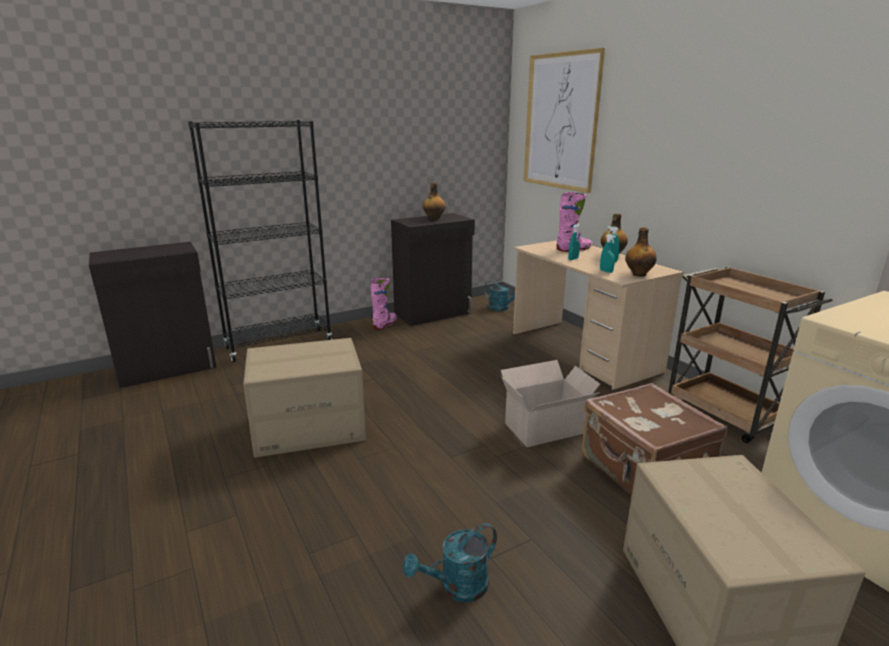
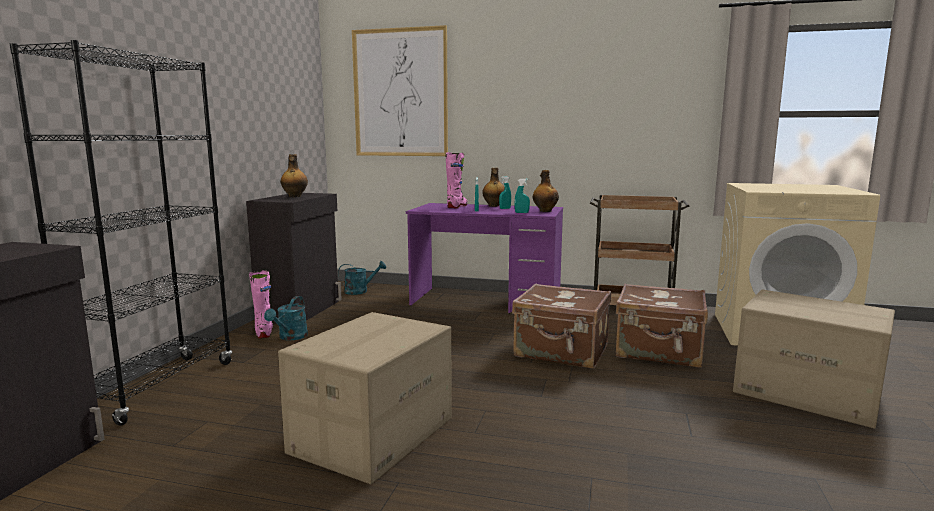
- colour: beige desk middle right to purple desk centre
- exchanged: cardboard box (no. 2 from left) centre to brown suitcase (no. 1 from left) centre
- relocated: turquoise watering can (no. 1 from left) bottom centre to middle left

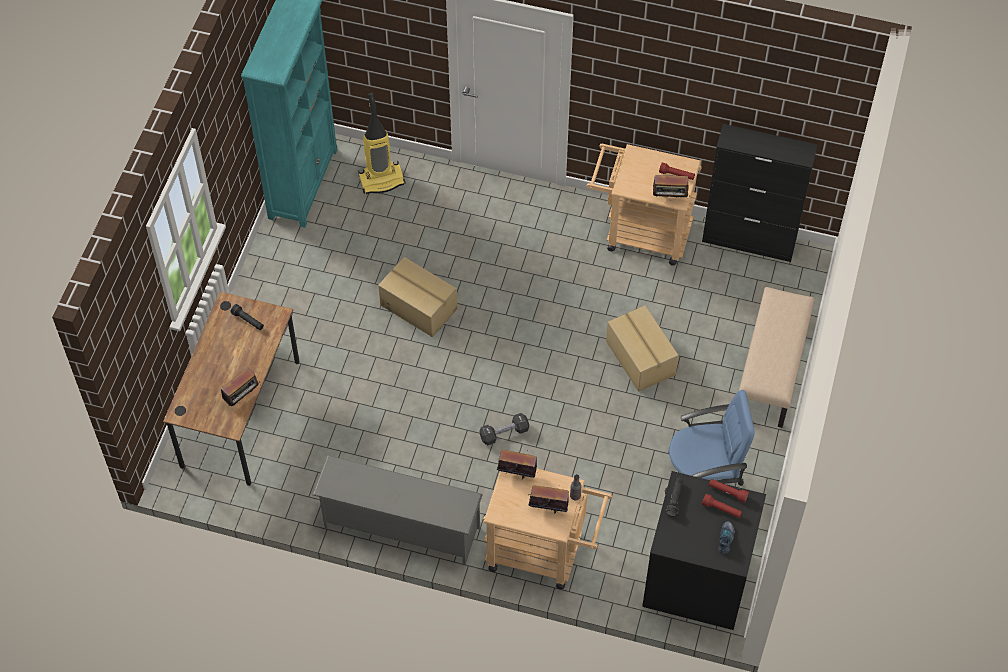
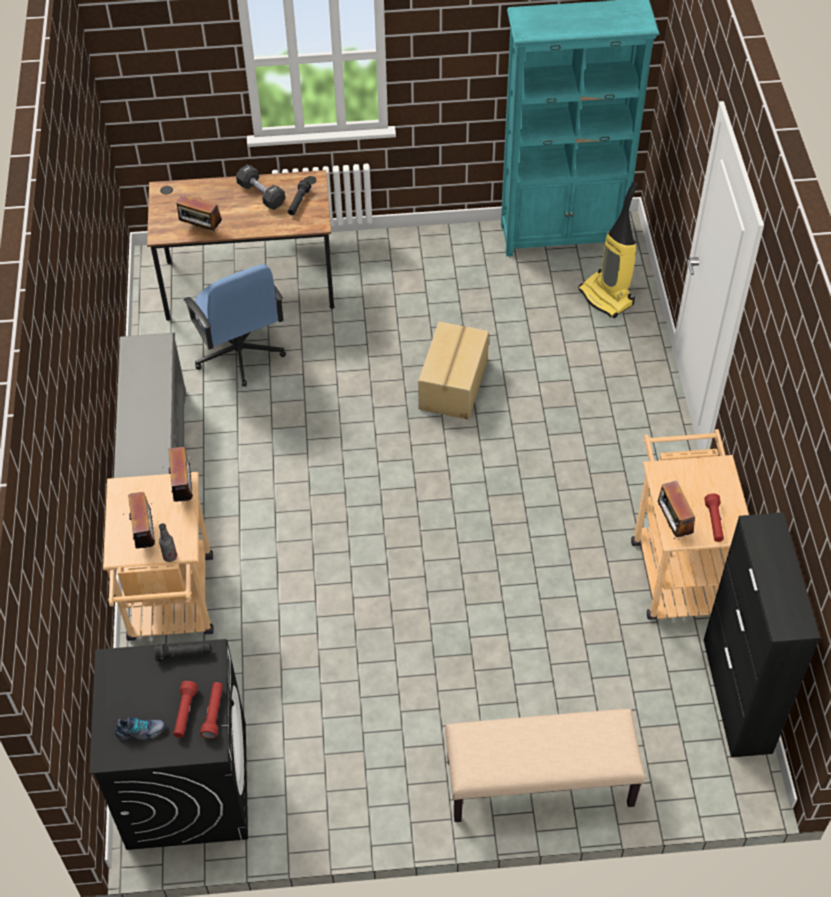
- missing: cardboard box (no. 2 from left) centre
- relocated: blue office chair middle right to middle left
- relocated: black dumbbell centre to top left

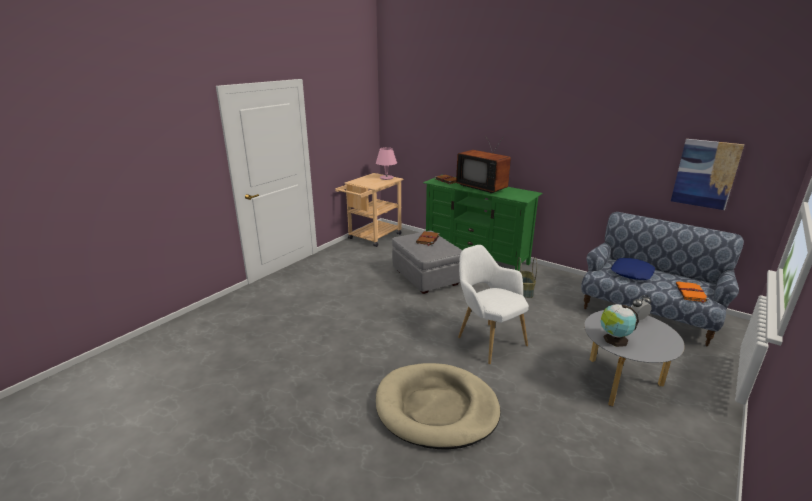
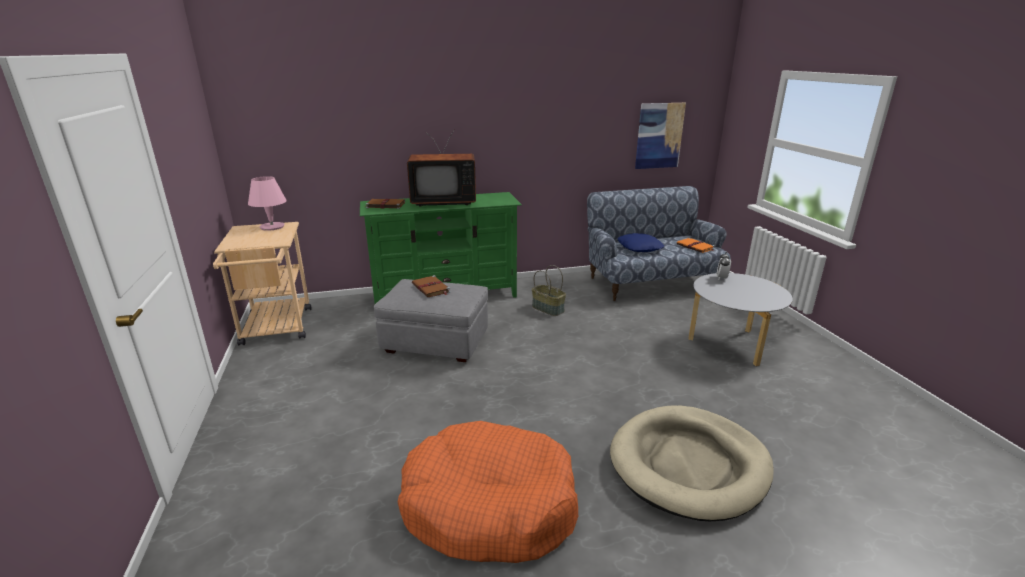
- missing: white armchair centre
- missing: globe middle right
- appeared: orange dog bed bottom centre

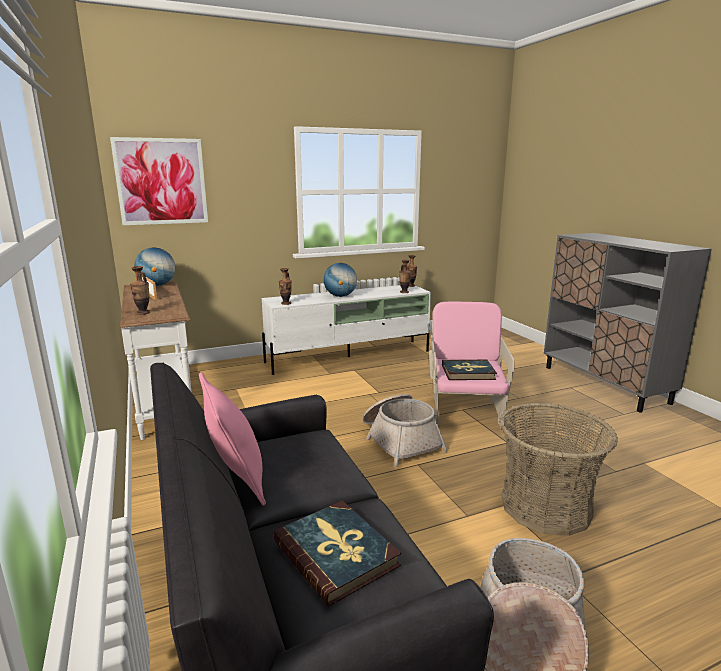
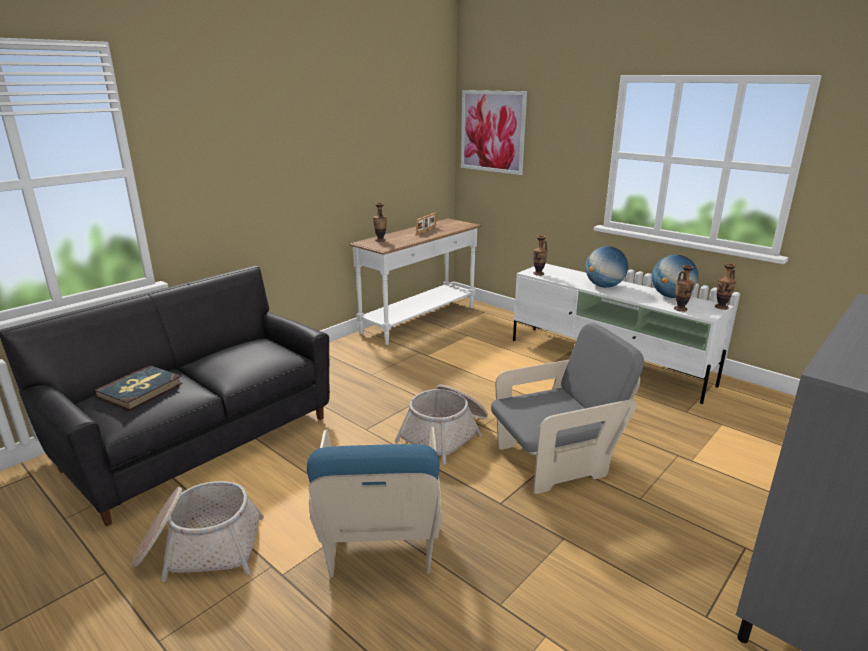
- relocated: globe (no. 1 from left in the first image) middle left to globe (no. 2 from left) middle right
- colour: pink armchair centre to grey armchair centre
- missing: book (no. 2 from left) centre
- missing: pink pillow middle left
- exchanged: basket (no. 3 from left) bottom right to blue armchair bottom centre

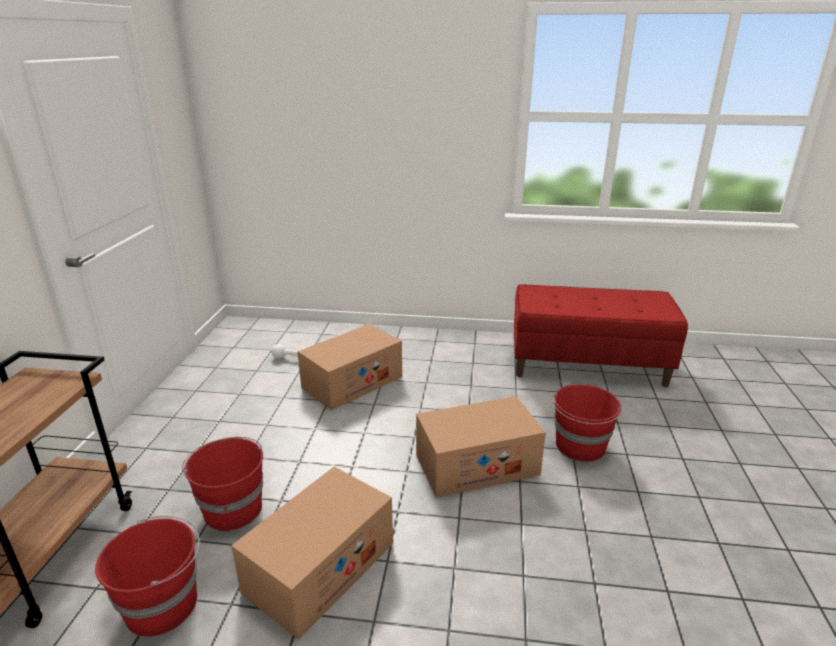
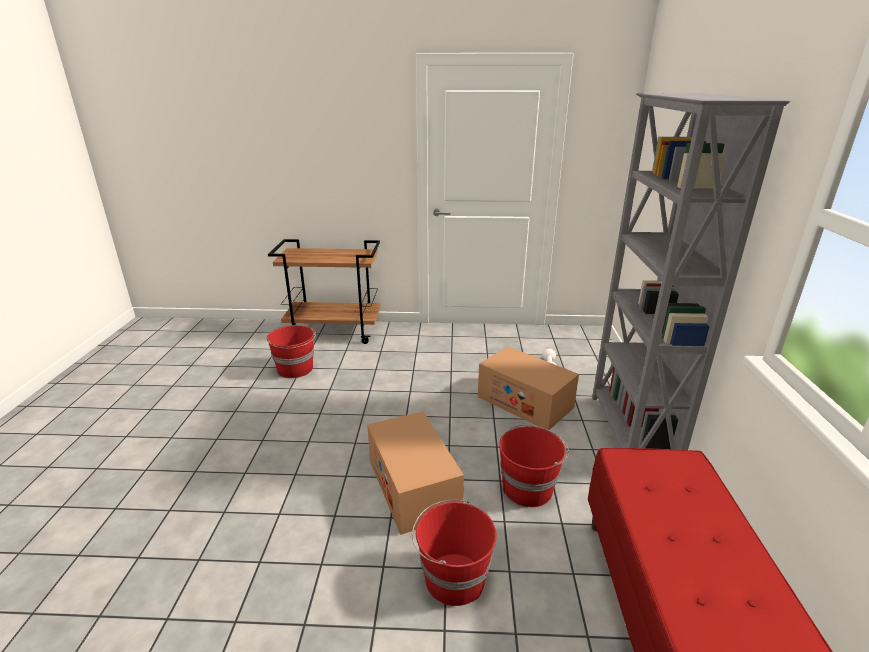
- relocated: red bucket (no. 2 from left in the first image) bottom left to red bucket (no. 3 from left) bottom centre
- missing: cardboard box (no. 1 from left) bottom centre
- appeared: grey bookcase middle right

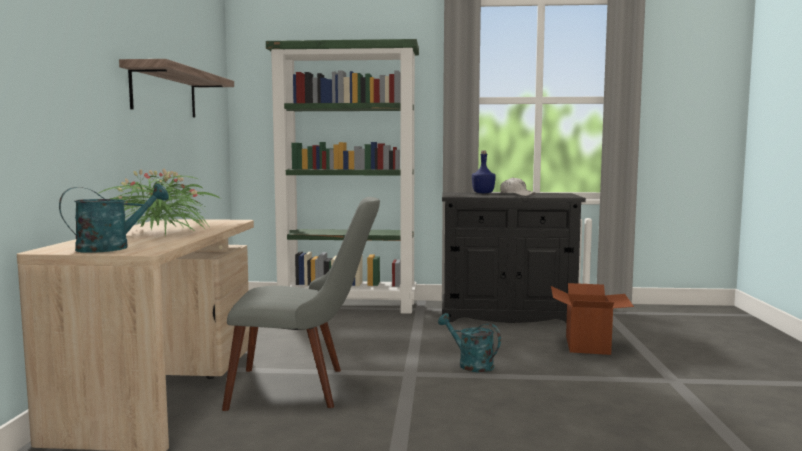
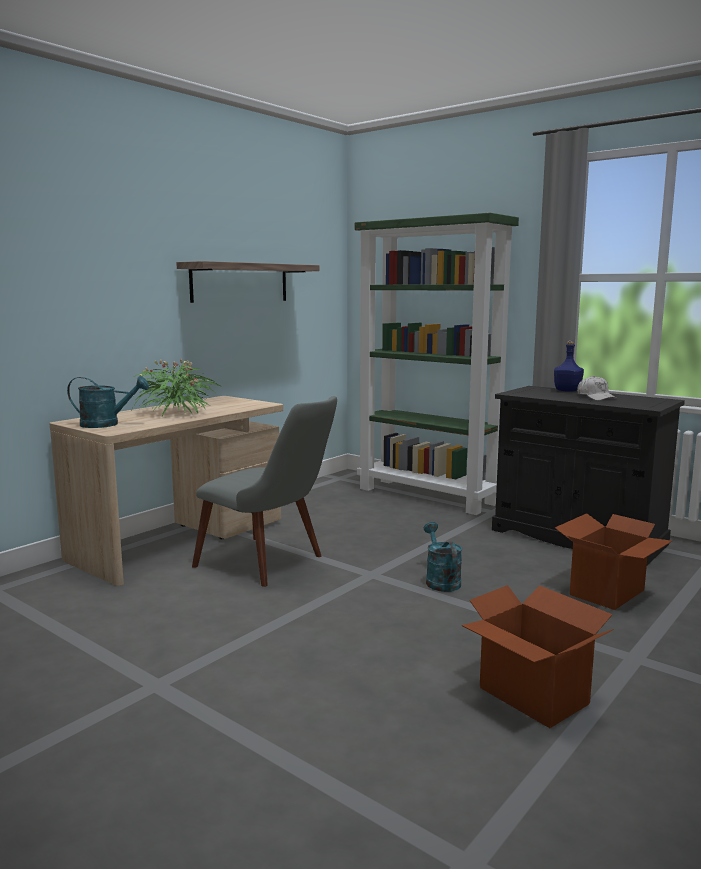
- appeared: cardboard box (no. 1 from left) bottom right

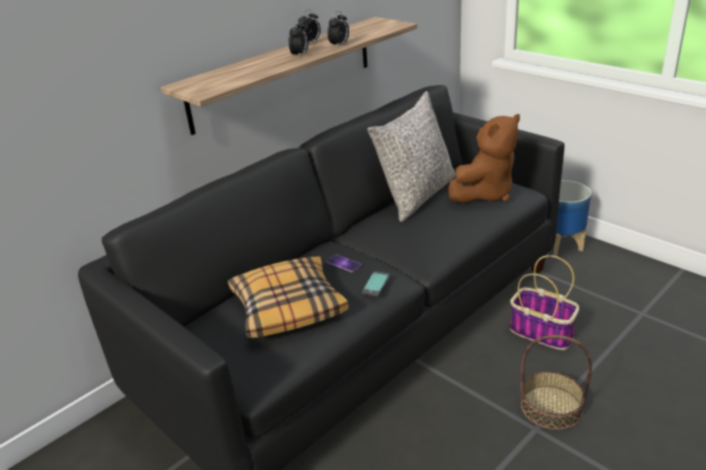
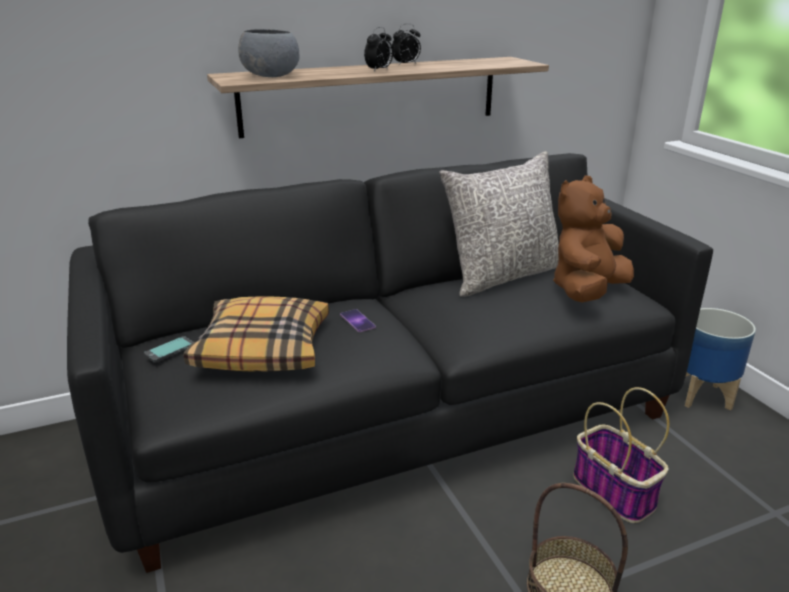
- missing: alarm clock (no. 3 from left) top centre
- spun: brown plush toy middle right = middle right 150 degrees clockwise
- relocated: phone (no. 2 from left in the first image) centre to phone (no. 1 from left) middle left
- appeared: grey bowl top centre

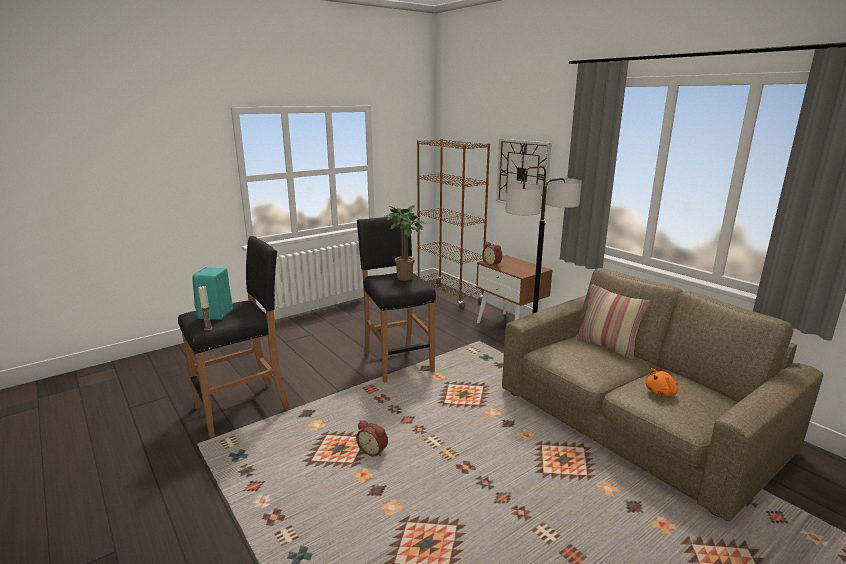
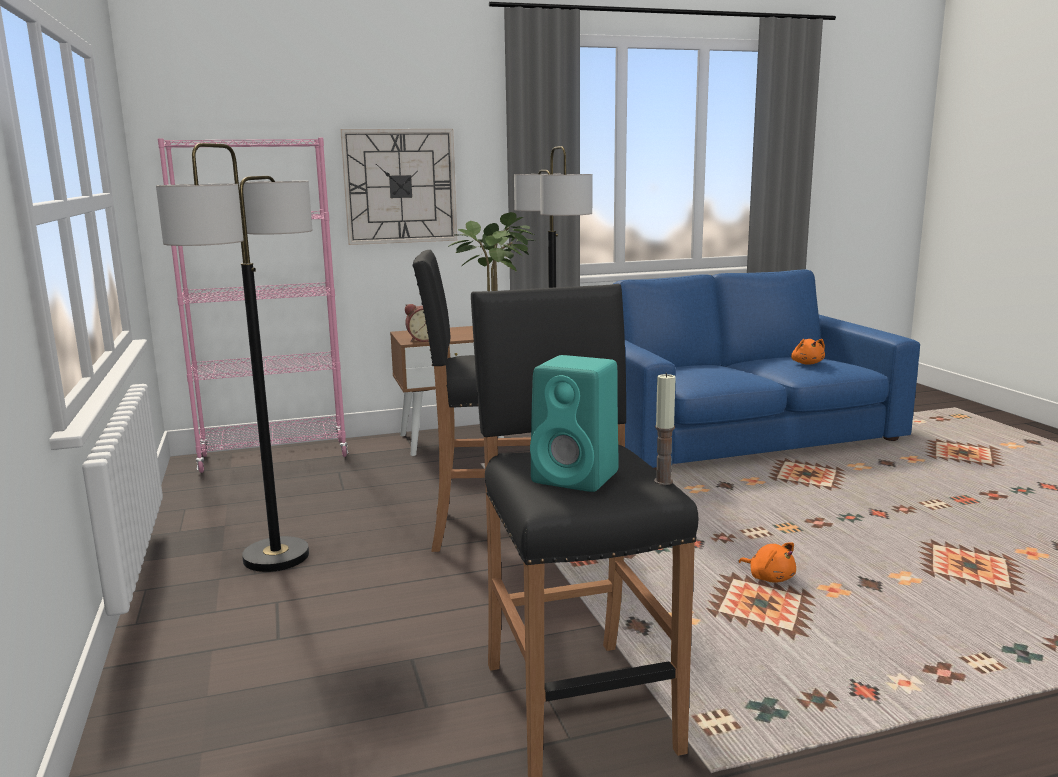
- colour: brown bookcase centre to pink bookcase middle left
- colour: brown sofa bottom right to blue sofa middle right
- missing: pillow middle right
- exchanged: alarm clock (no. 1 from left) bottom centre to orange plush toy (no. 1 from left) bottom right
- appeared: floor lamp (no. 1 from left) middle left

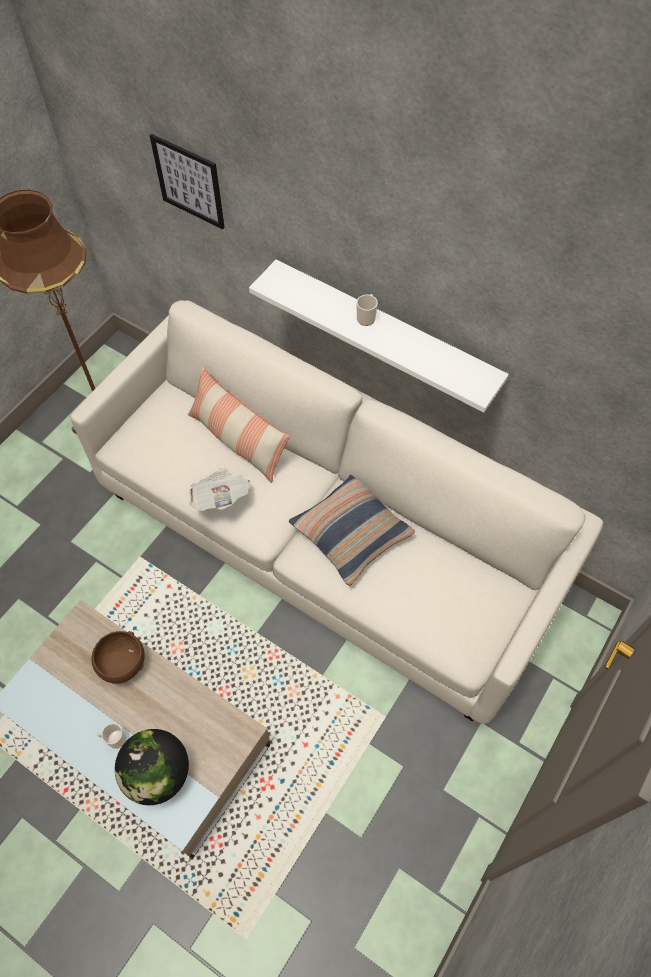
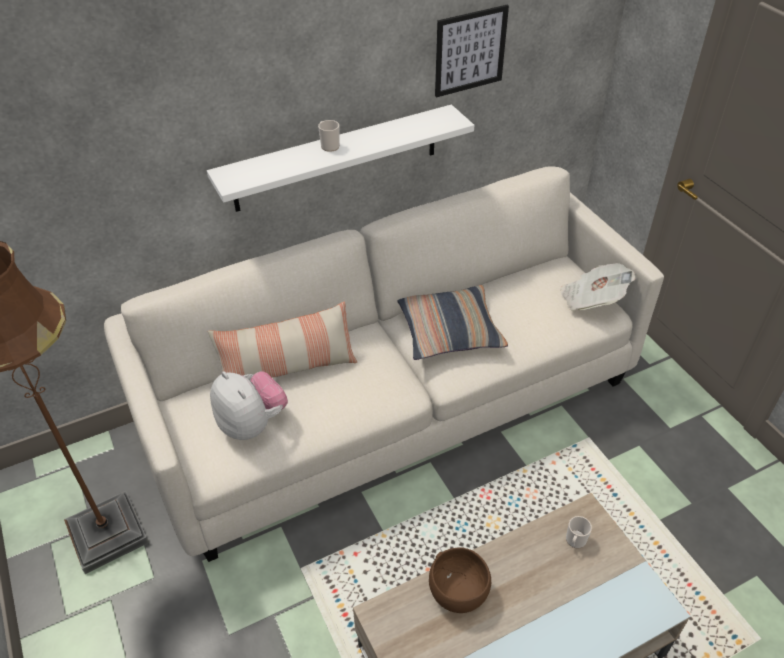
- relocated: picture top left to top centre
- relocated: newspaper centre to middle right
- relocated: mug (no. 1 from left in the first image) bottom left to mug (no. 2 from left) bottom right
- missing: globe bottom left
- appeared: plush toy middle left

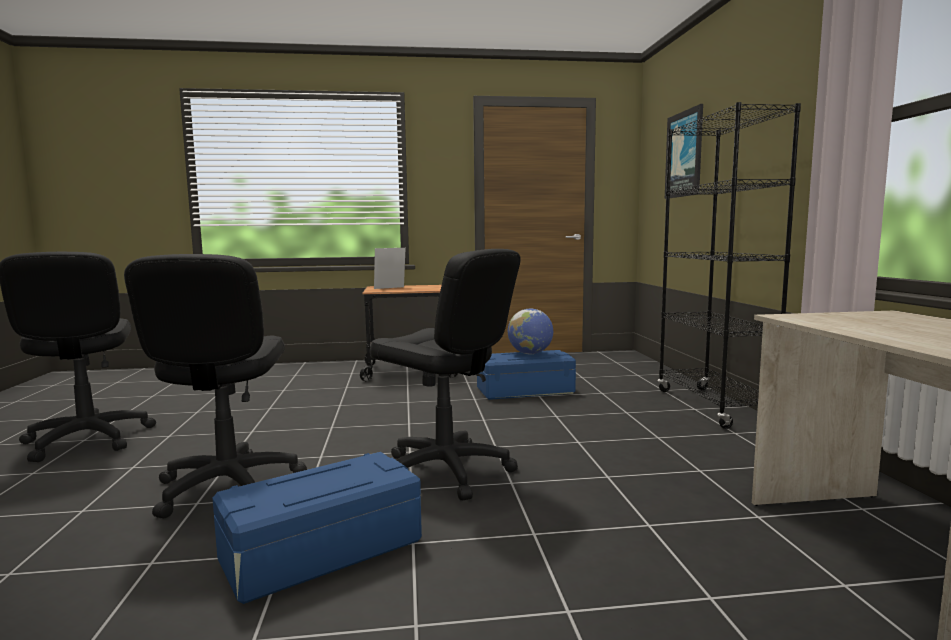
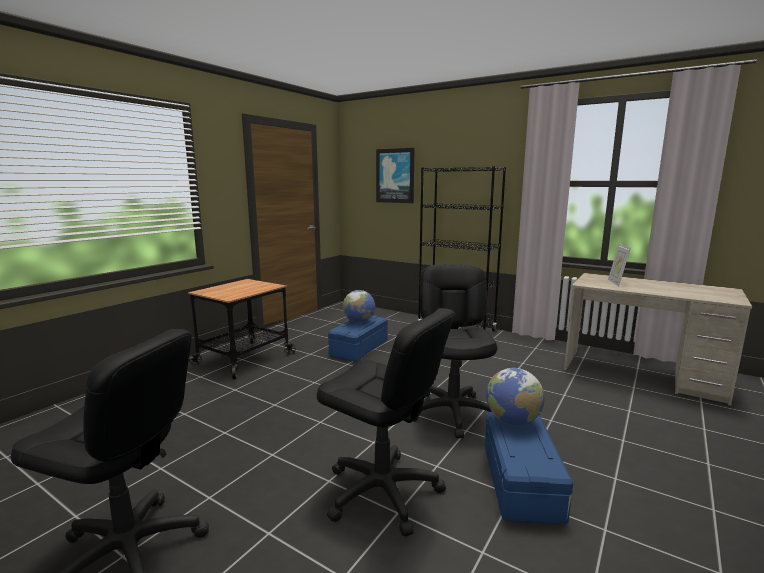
- relocated: picture frame centre to middle right
- spun: black office chair (no. 3 from left) centre = centre 75 degrees counterclockwise
- appeared: globe (no. 2 from left) bottom right

